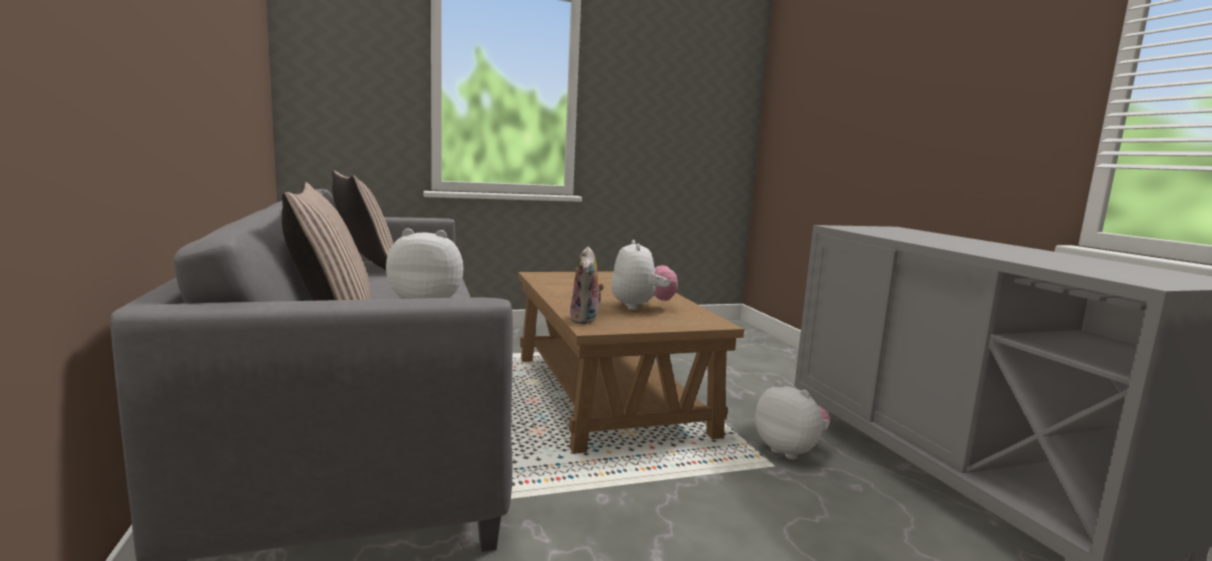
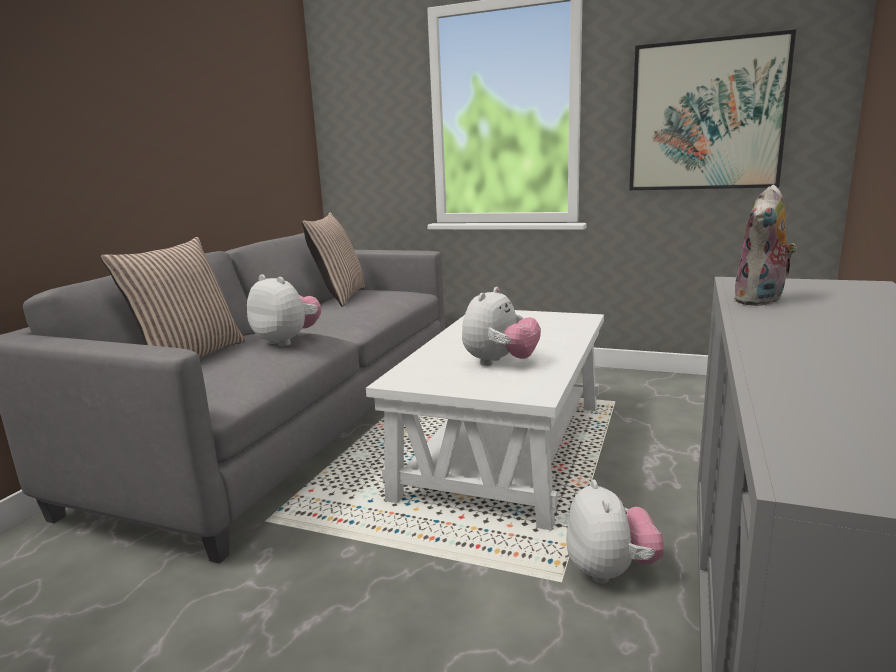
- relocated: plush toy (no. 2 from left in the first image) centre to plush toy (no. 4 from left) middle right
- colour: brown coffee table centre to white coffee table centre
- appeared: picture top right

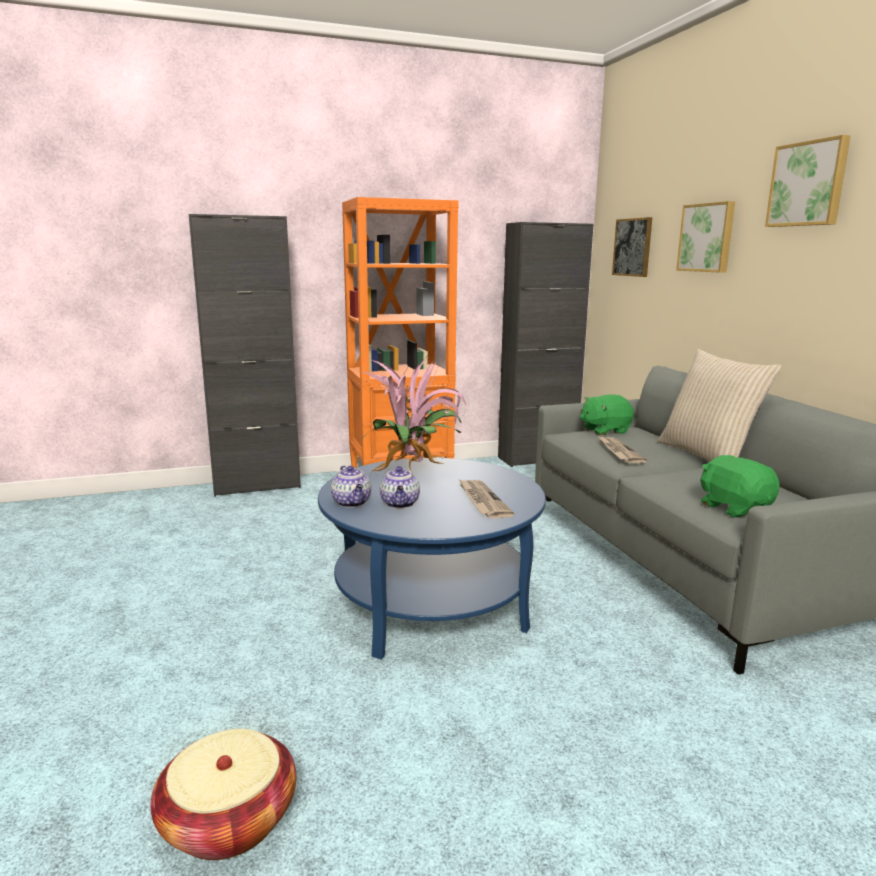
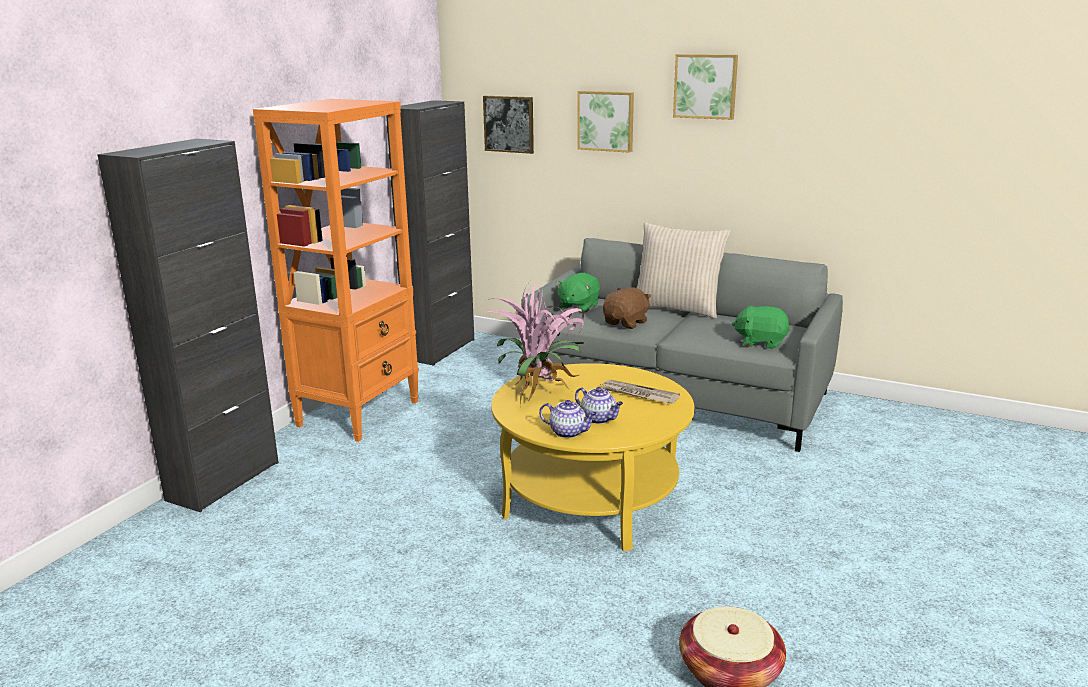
- exchanged: newspaper (no. 2 from left) middle right to brown plush toy centre
- colour: blue coffee table centre to yellow coffee table centre

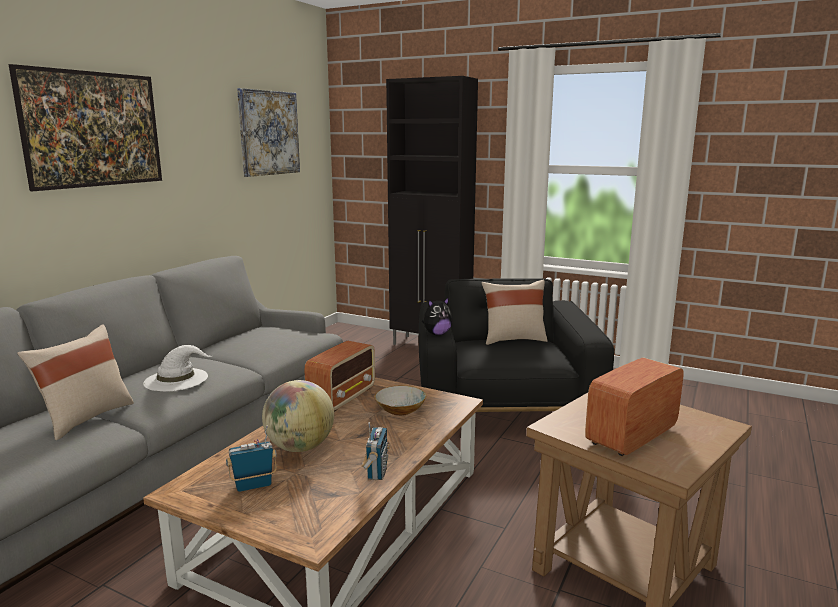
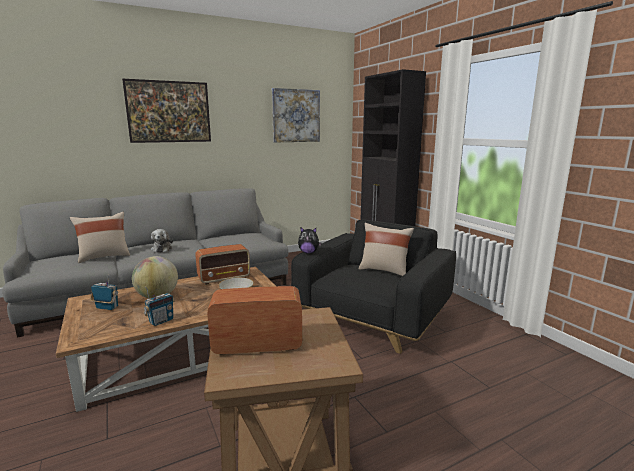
- exchanged: white hat middle left to plush toy (no. 1 from left) middle left

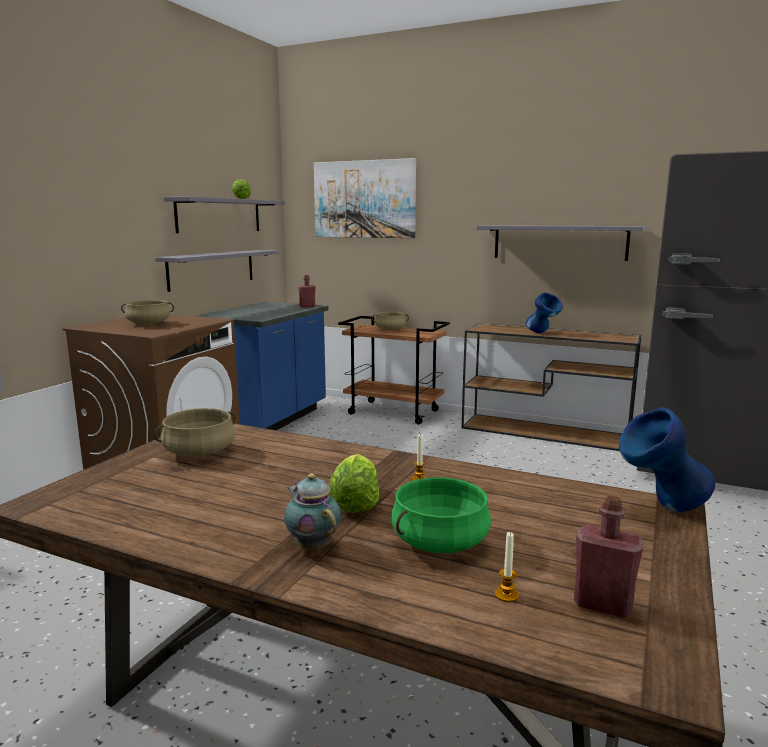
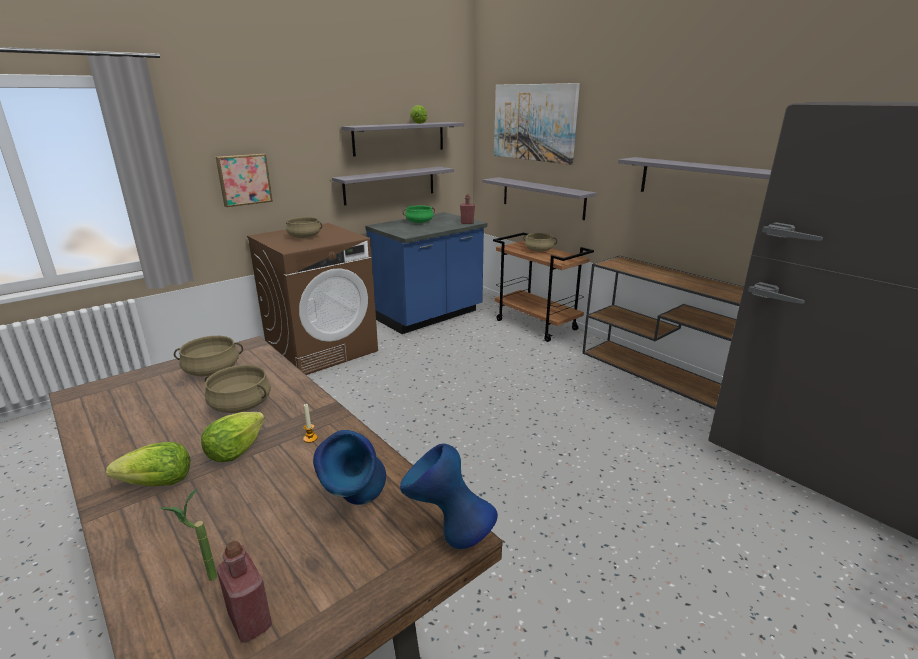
- relocated: blue vase (no. 1 from left) middle right to bottom centre
- exchanged: teapot bottom centre to lettuce (no. 1 from left) bottom left
- relocated: green cooking pot bottom centre to top centre
- exchanged: candle (no. 2 from left) bottom centre to potted plant bottom left
- appeared: picture (no. 1 from left) top left
- appeared: grey shelf (no. 3 from left) top centre
- appeared: beige cooking pot (no. 2 from left) middle left

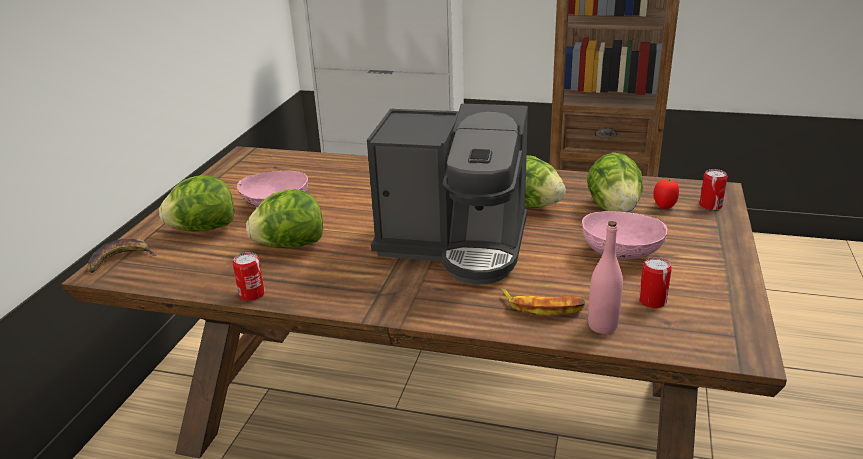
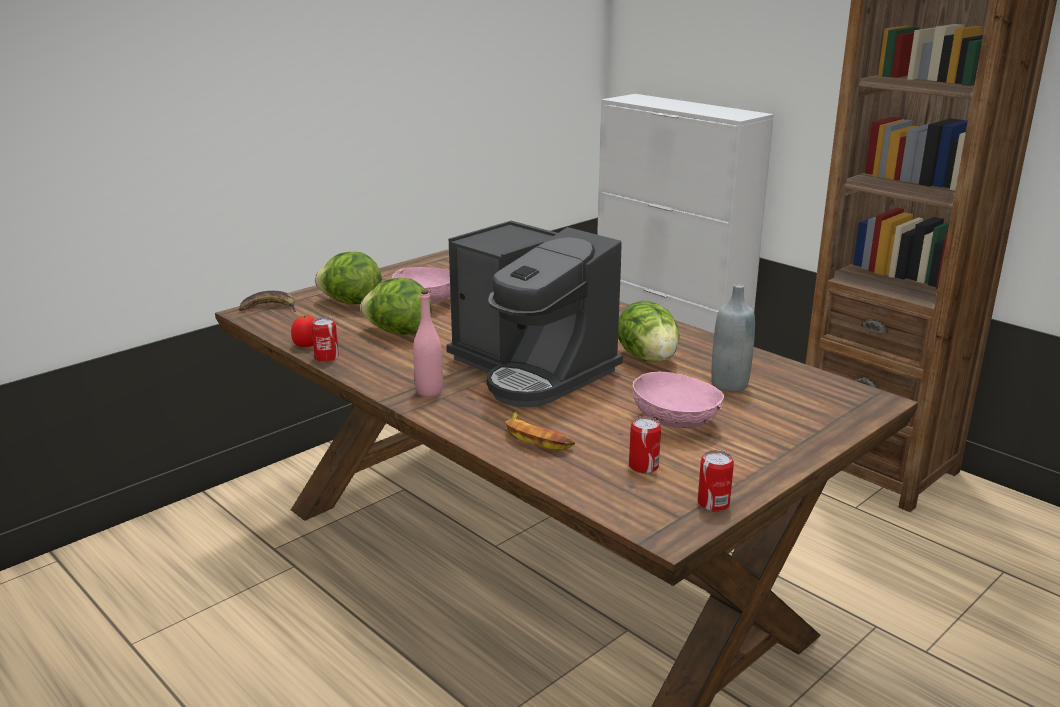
- exchanged: lettuce (no. 4 from left) middle right to grey bottle middle right
- relocated: can (no. 3 from left) middle right to bottom right
- relocated: tomato middle right to middle left
- relocated: pink bottle middle right to centre

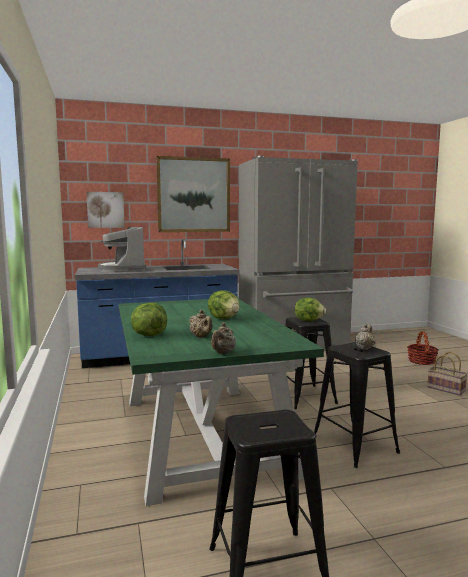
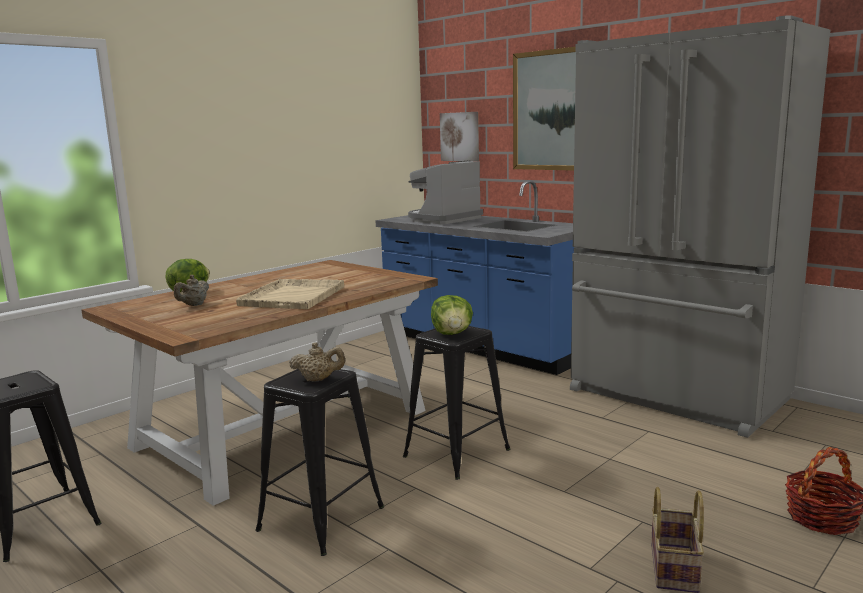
- exchanged: lettuce (no. 2 from left) centre to beige tray centre
- colour: green dining table bottom centre to brown dining table middle left
- missing: beige teapot (no. 2 from left) centre

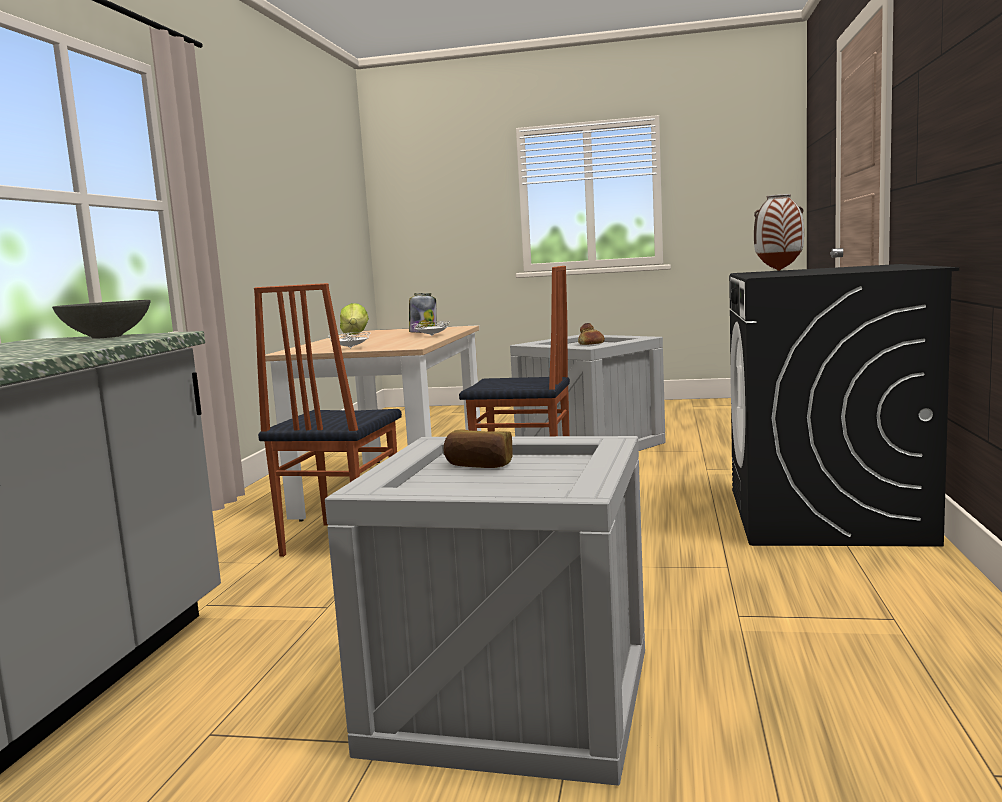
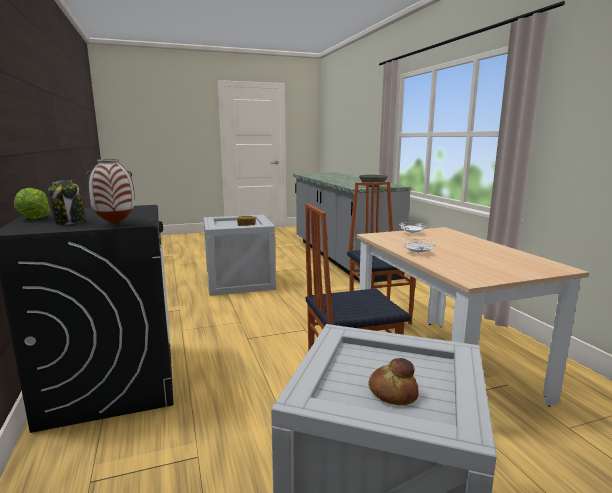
- relocated: jar centre to middle left
- relocated: lettuce centre to middle left

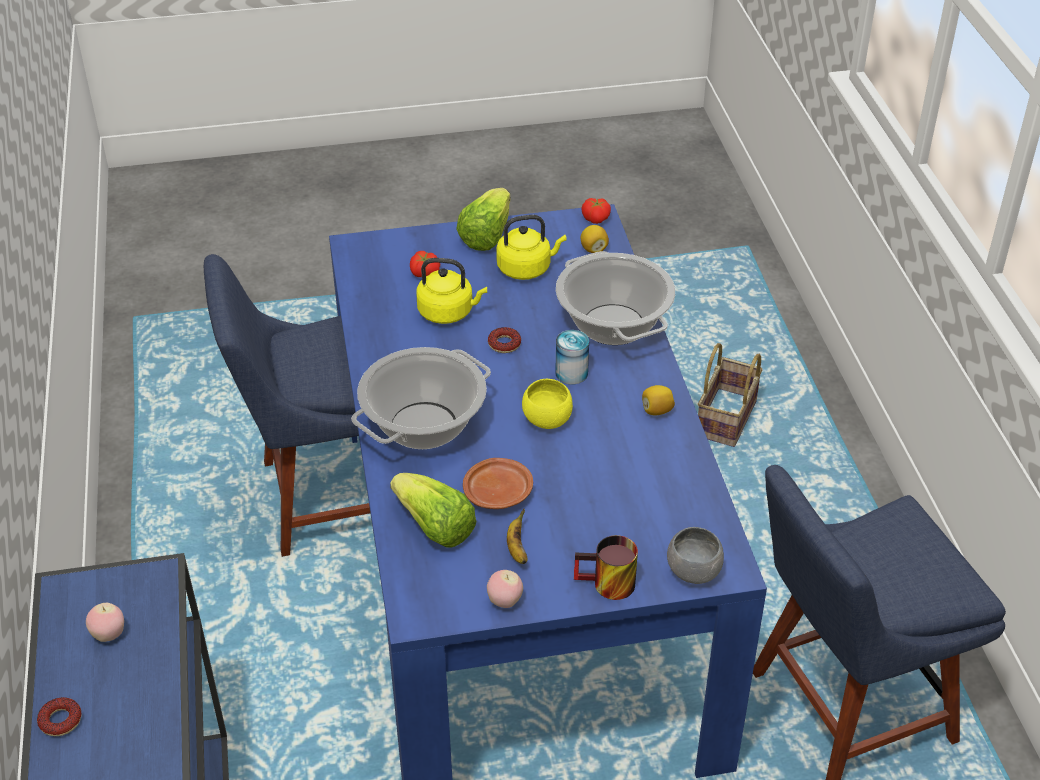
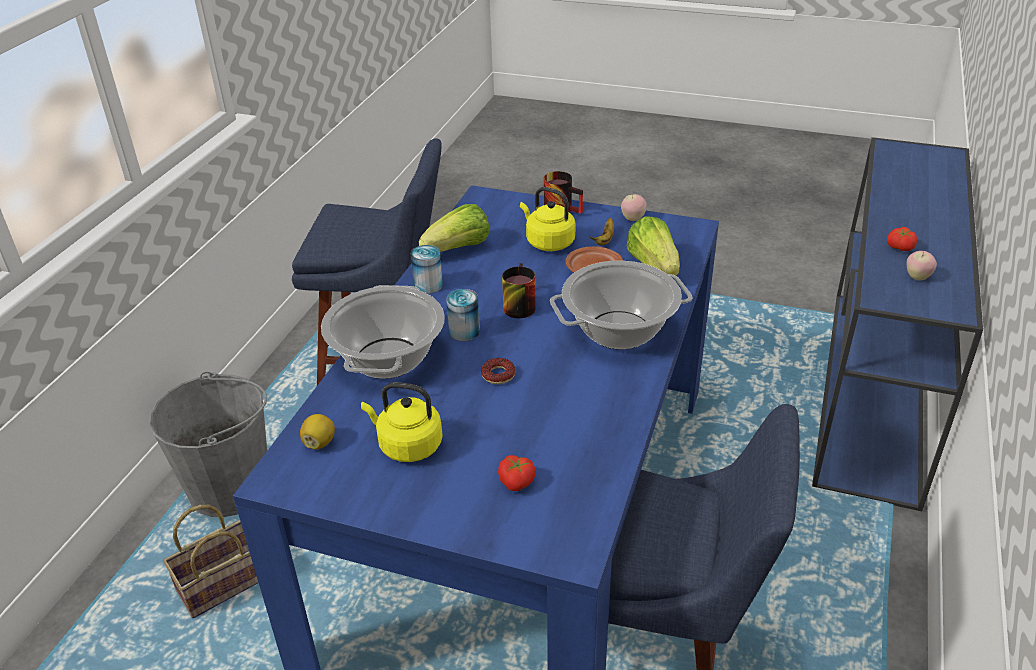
- relocated: lettuce (no. 2 from left in the first image) top centre to lettuce (no. 1 from left) centre
- relocated: tomato (no. 2 from left) top centre to middle right
- relocated: yellow kettle (no. 1 from left in the first image) centre to yellow kettle (no. 2 from left) top centre
- exchanged: yellow bowl centre to mug (no. 1 from left) centre
- exchanged: lemon (no. 2 from left) centre to can (no. 1 from left) centre
- missing: grey bowl bottom right
- missing: donut (no. 1 from left) bottom left
- appeared: grey bucket middle left

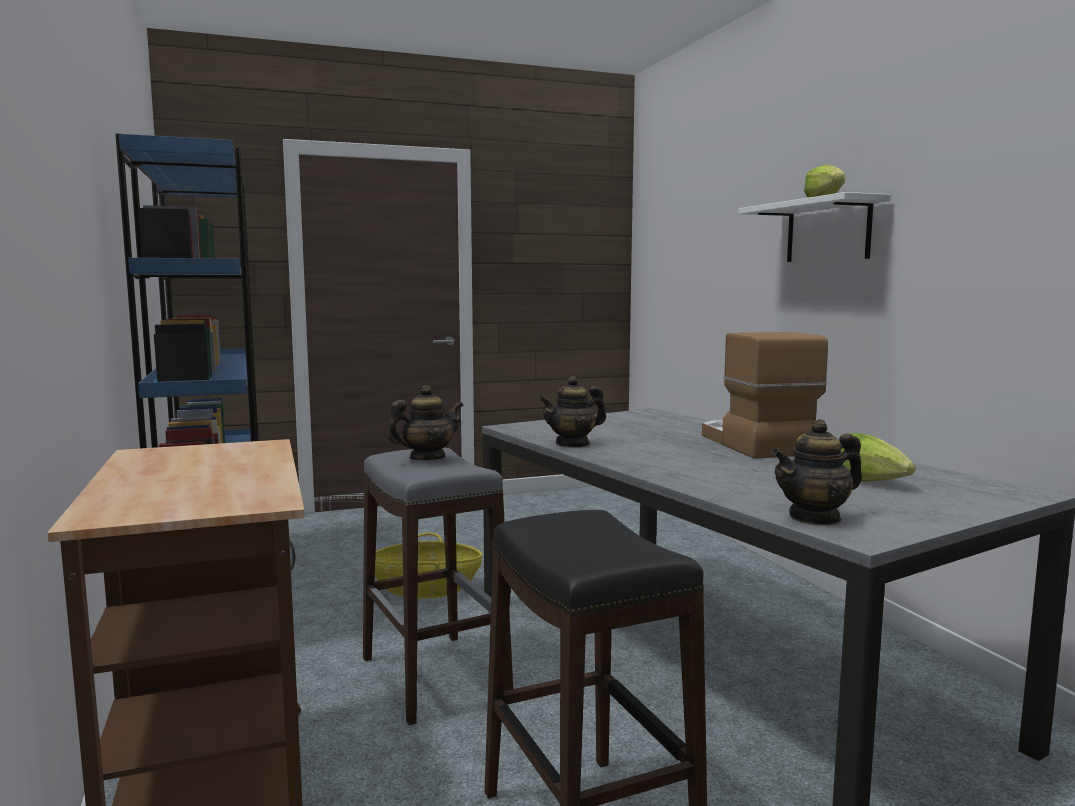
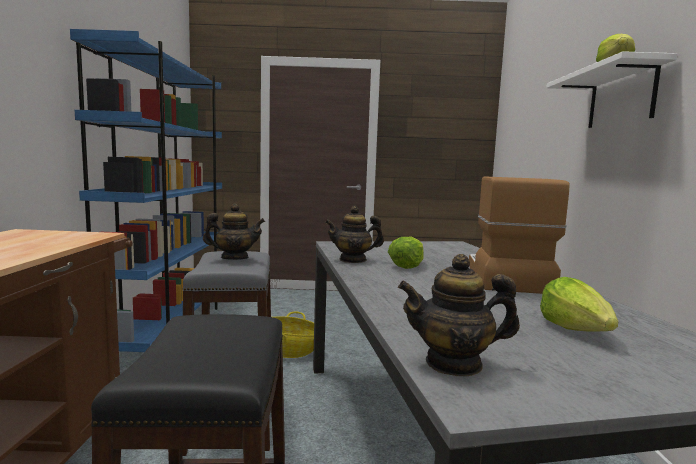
- appeared: lettuce (no. 1 from left) centre

